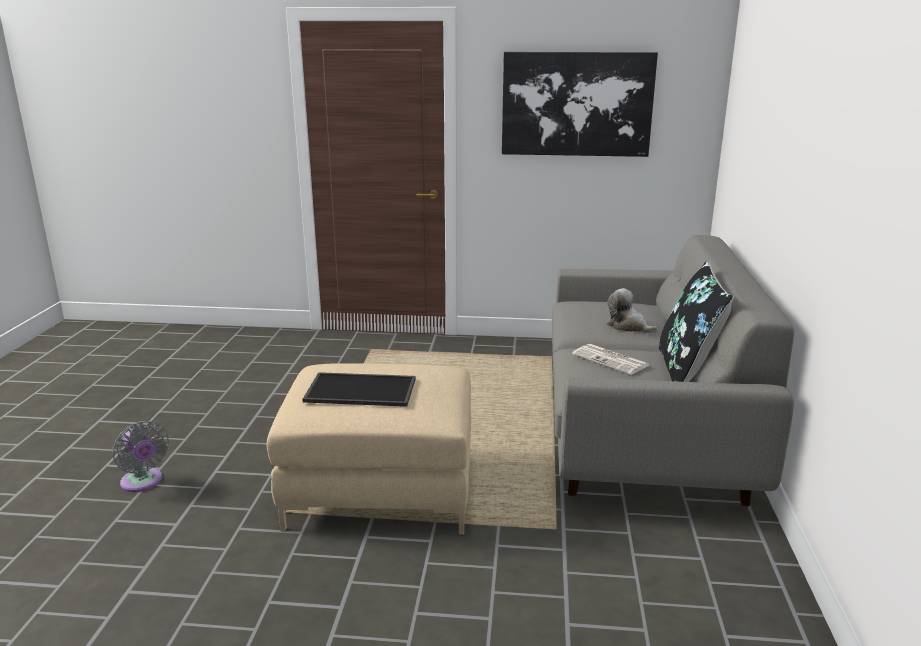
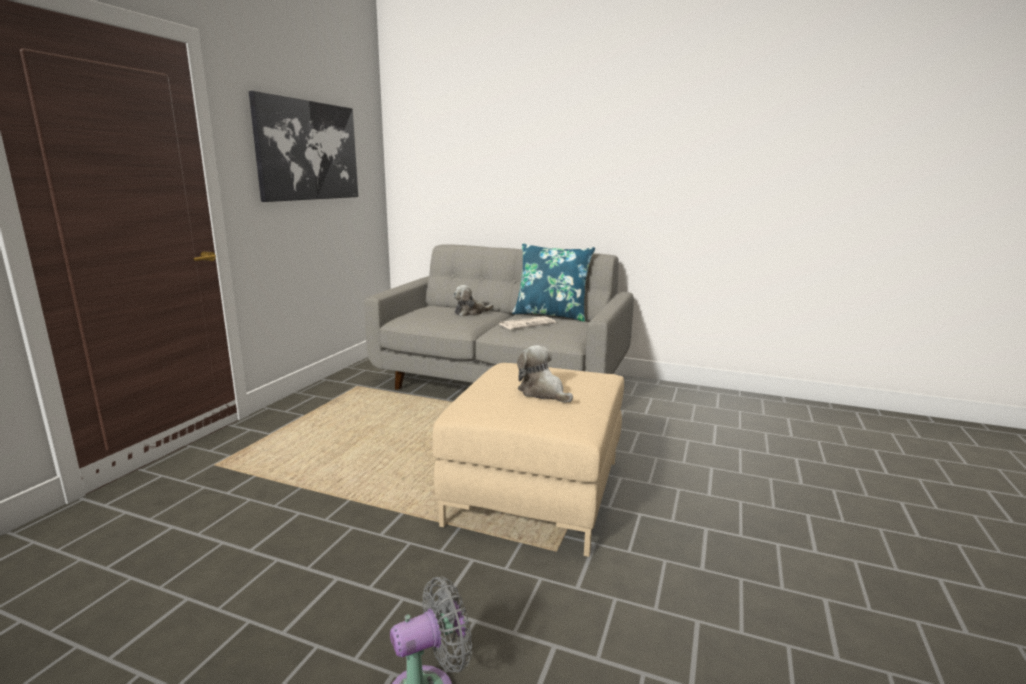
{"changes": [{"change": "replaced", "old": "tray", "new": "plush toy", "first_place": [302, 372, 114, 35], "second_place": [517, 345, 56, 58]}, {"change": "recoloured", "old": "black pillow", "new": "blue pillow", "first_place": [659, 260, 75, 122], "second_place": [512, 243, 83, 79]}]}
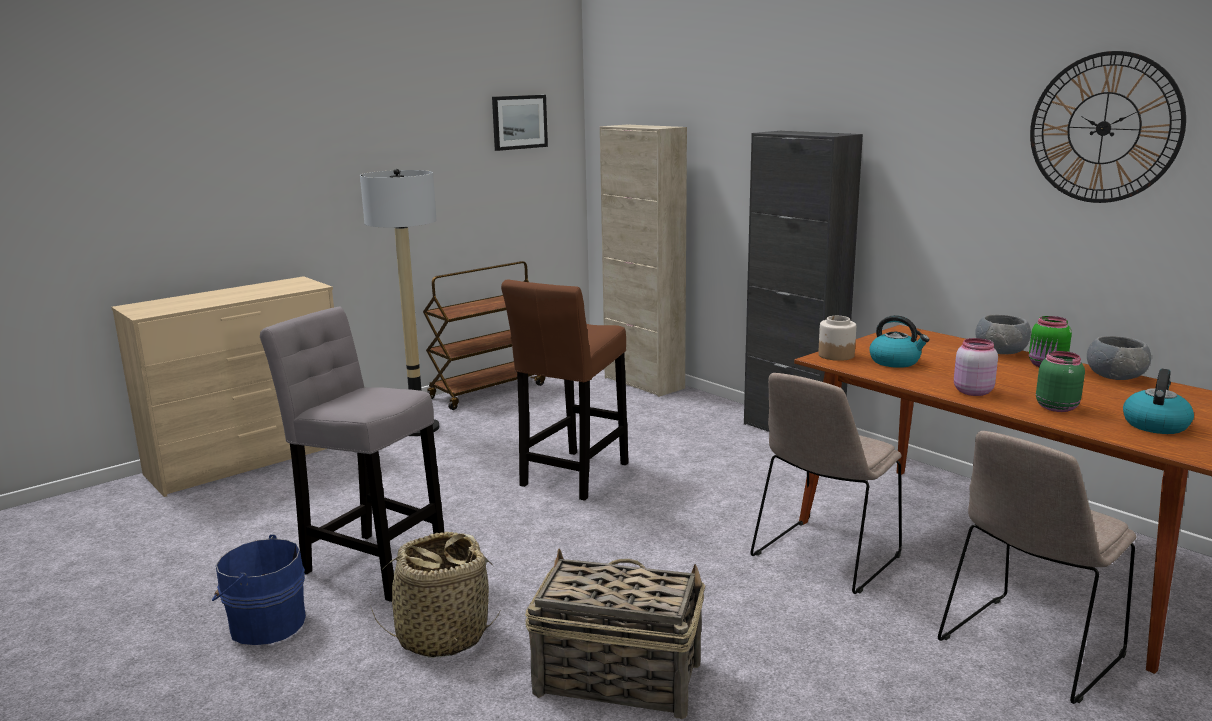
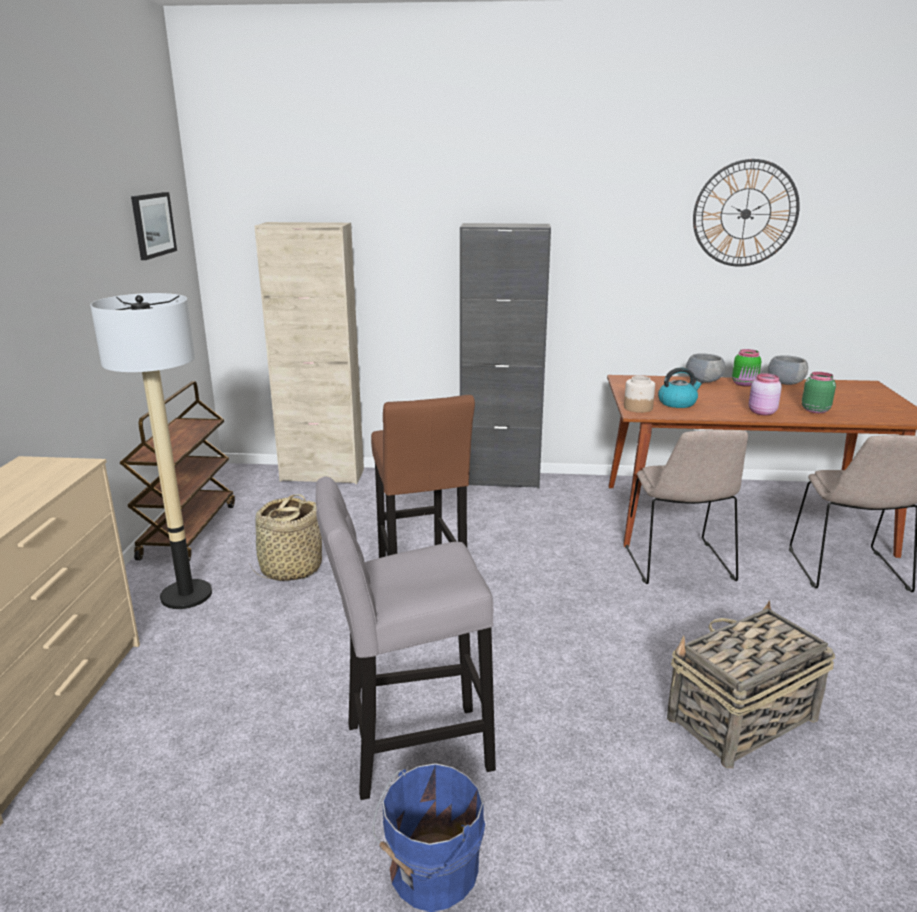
{"changes": [{"change": "moved", "old": "basket", "first_place": [370, 532, 130, 126], "second_place": [249, 494, 73, 87]}, {"change": "removed", "old": "kettle", "first_place": [1123, 369, 71, 65]}]}
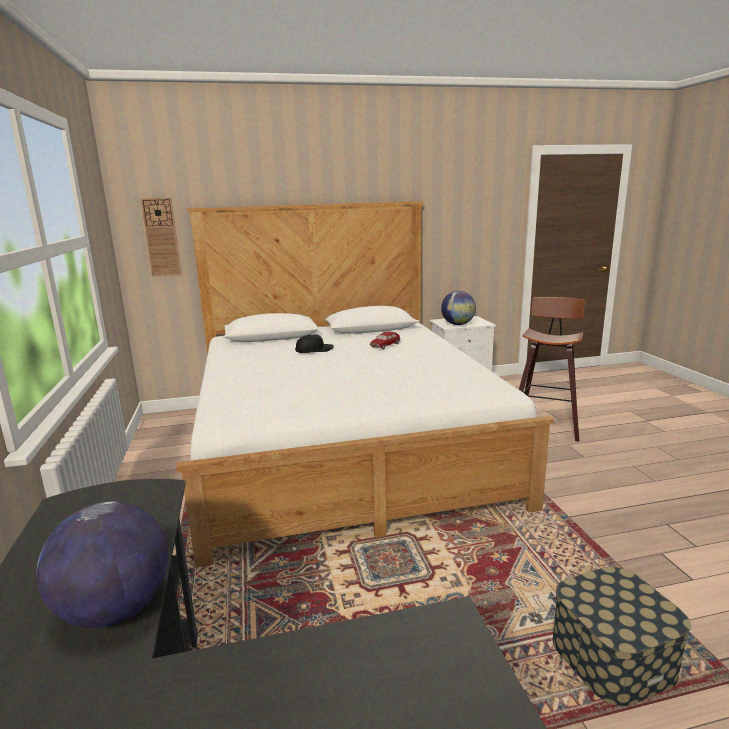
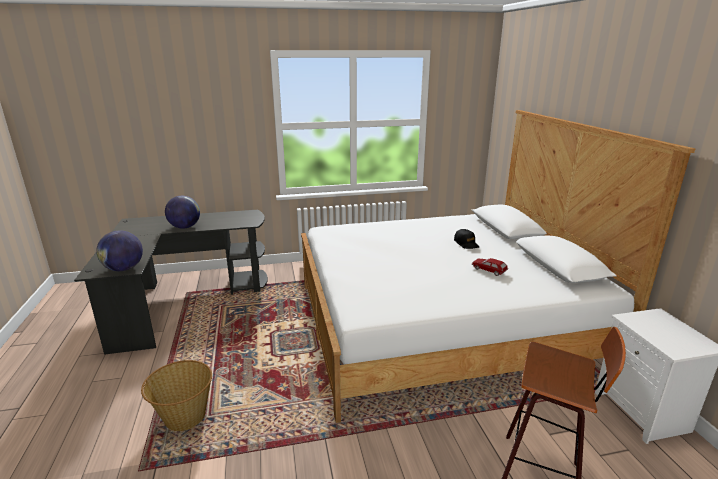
{"changes": [{"change": "removed", "old": "wall clock", "first_place": [141, 197, 41, 80]}, {"change": "moved", "old": "globe", "first_place": [441, 291, 35, 34], "second_place": [96, 231, 47, 40]}, {"change": "replaced", "old": "storage box", "new": "basket", "first_place": [553, 567, 138, 139], "second_place": [141, 360, 71, 71]}]}
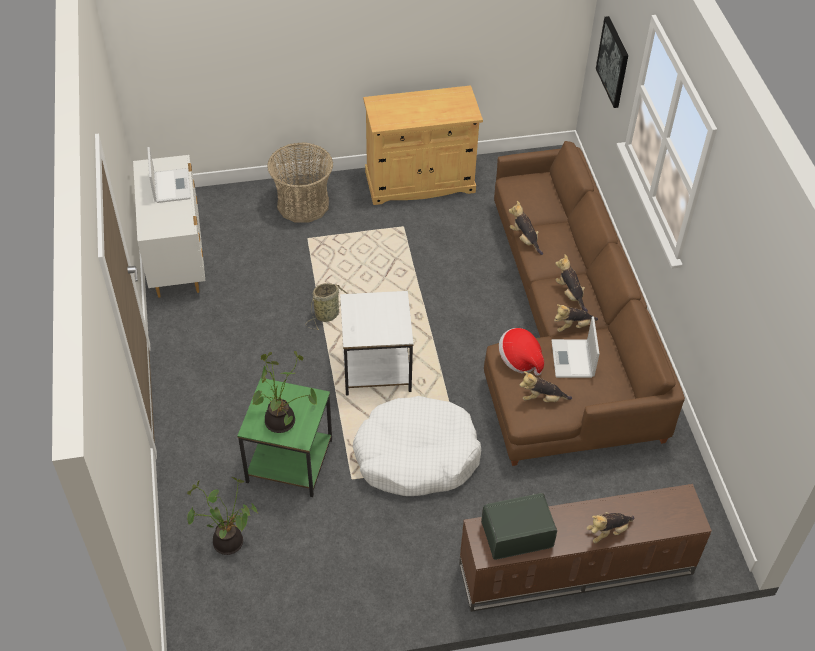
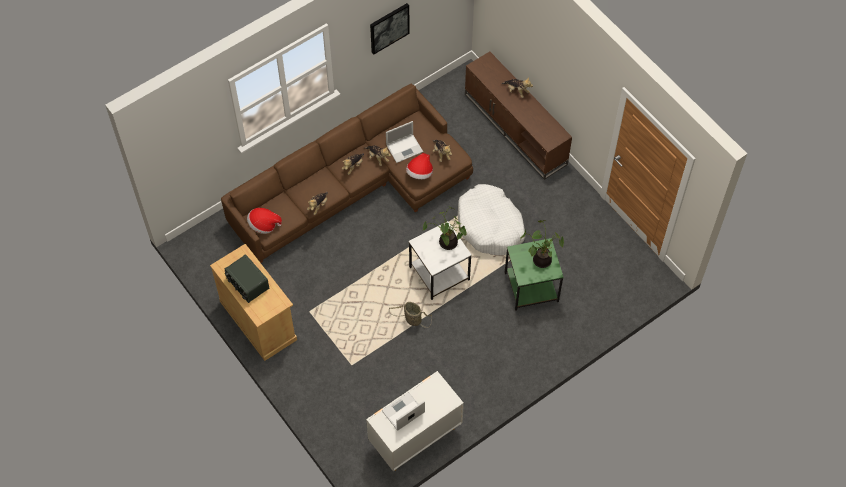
{"changes": [{"change": "moved", "old": "potted plant", "first_place": [187, 477, 71, 78], "second_place": [423, 206, 44, 44]}, {"change": "removed", "old": "basket", "first_place": [267, 143, 66, 80]}, {"change": "moved", "old": "radio", "first_place": [481, 493, 76, 67], "second_place": [225, 254, 44, 49]}, {"change": "moved", "old": "picture", "first_place": [596, 16, 32, 92], "second_place": [370, 3, 40, 52]}, {"change": "added", "new": "hat", "second_place": [247, 208, 35, 26]}]}
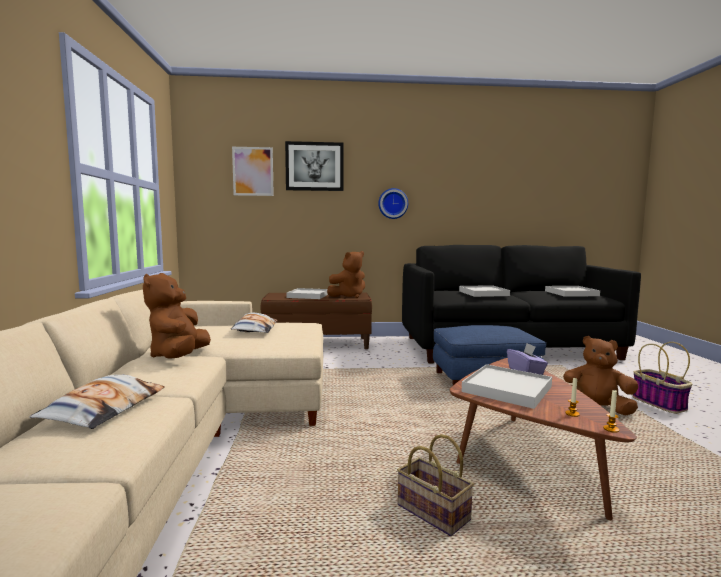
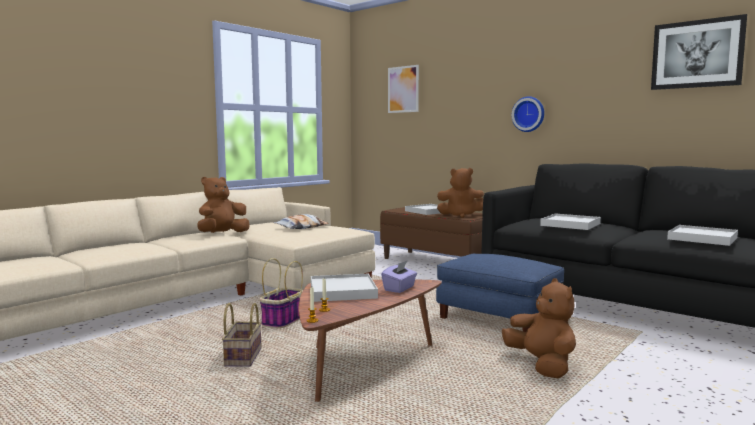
{"changes": [{"change": "removed", "old": "pillow", "first_place": [29, 375, 136, 54]}, {"change": "moved", "old": "picture", "first_place": [285, 141, 58, 50], "second_place": [651, 14, 96, 76]}, {"change": "moved", "old": "basket", "first_place": [633, 342, 60, 71], "second_place": [260, 258, 43, 70]}]}
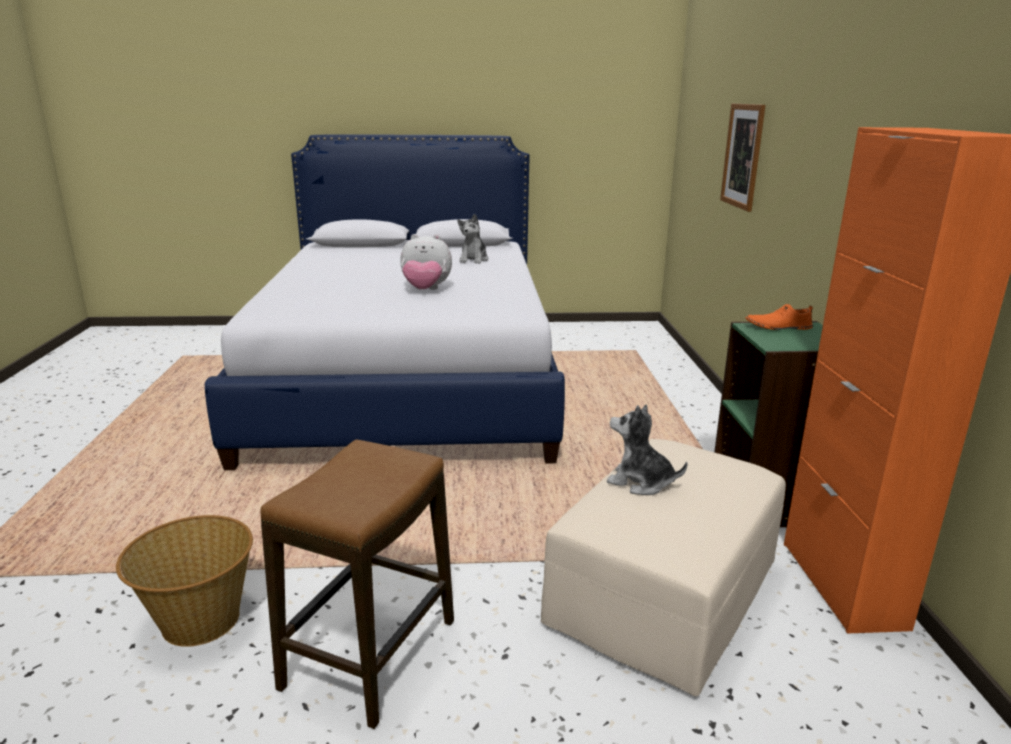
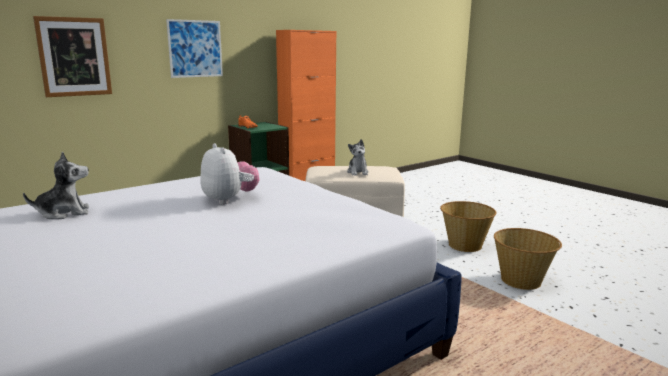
{"changes": [{"change": "replaced", "old": "stool", "new": "basket", "first_place": [260, 439, 194, 290], "second_place": [440, 201, 56, 51]}, {"change": "added", "new": "picture", "second_place": [166, 19, 57, 59]}]}
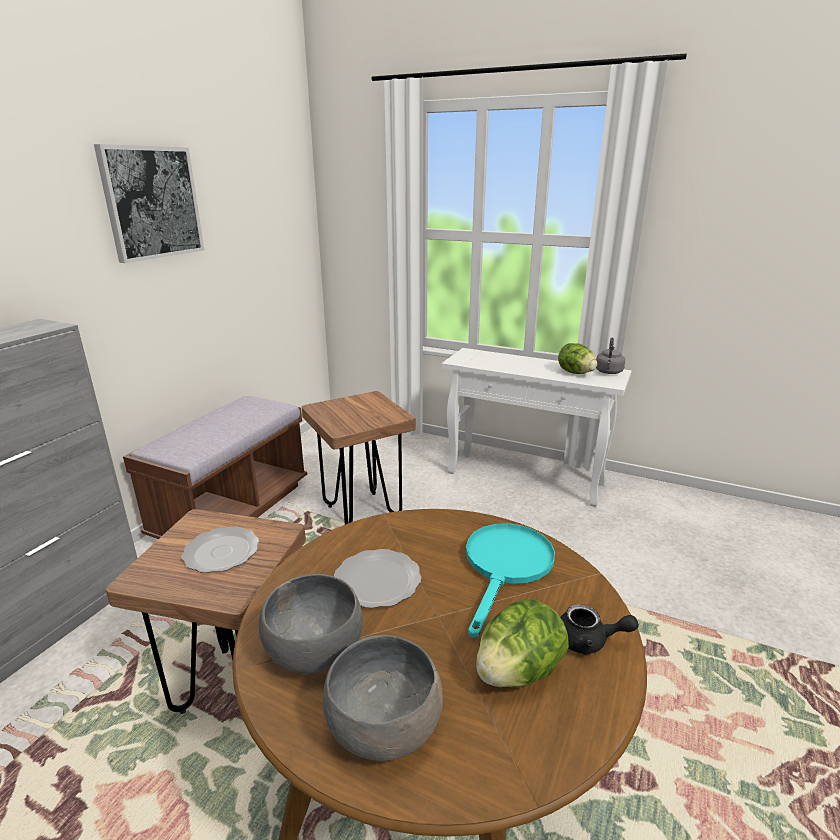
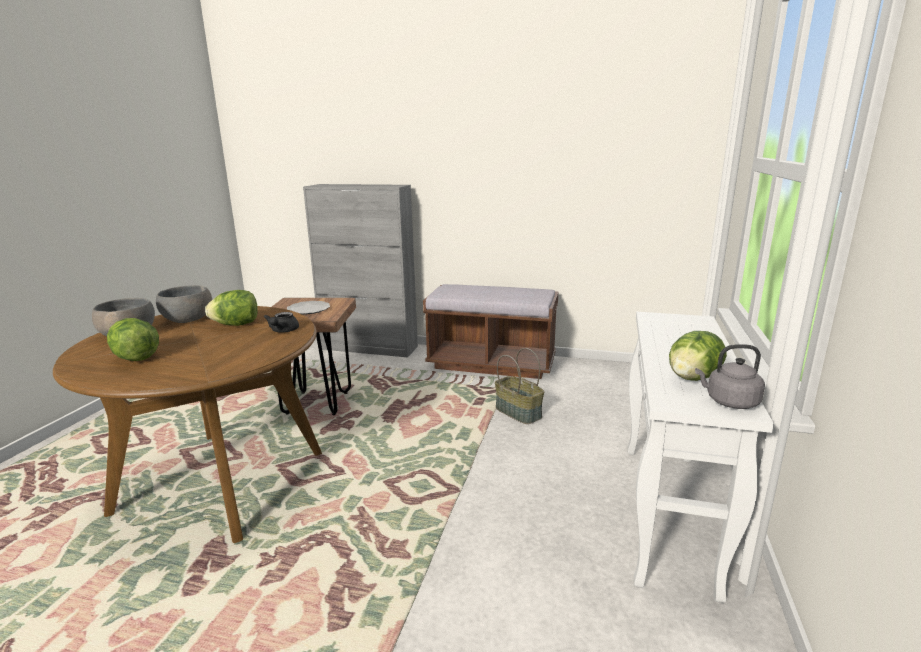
{"changes": [{"change": "removed", "old": "picture", "first_place": [94, 144, 110, 119]}, {"change": "replaced", "old": "brown stool", "new": "basket", "first_place": [302, 391, 114, 134], "second_place": [495, 348, 49, 76]}, {"change": "replaced", "old": "plate", "new": "lettuce", "first_place": [334, 549, 88, 59], "second_place": [205, 290, 53, 36]}, {"change": "removed", "old": "turquoise frying pan", "first_place": [466, 523, 89, 115]}, {"change": "moved", "old": "black teapot", "first_place": [560, 604, 79, 50], "second_place": [264, 312, 35, 21]}]}
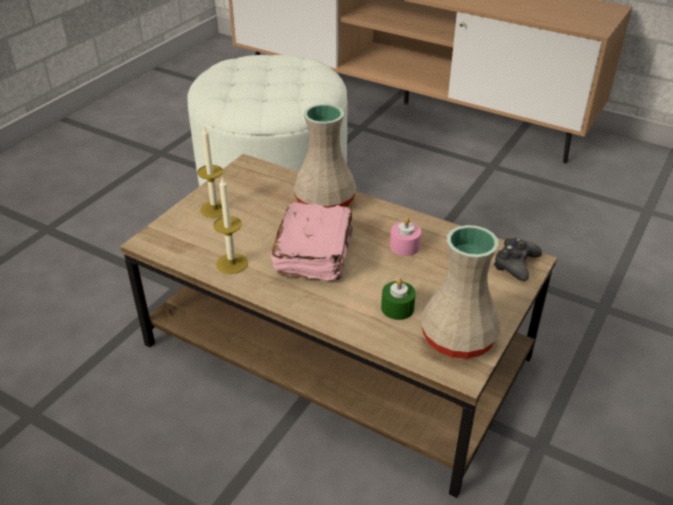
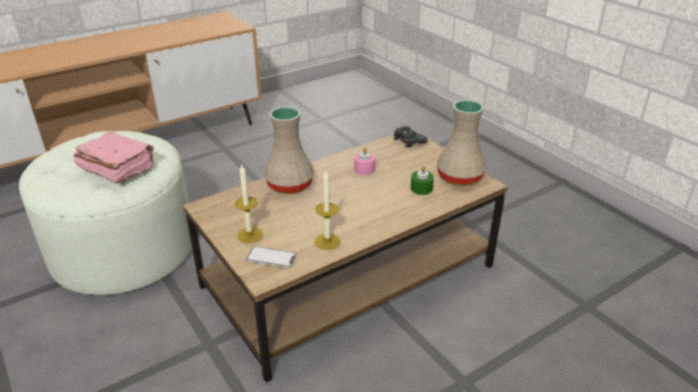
{"changes": [{"change": "moved", "old": "pink book", "first_place": [271, 202, 82, 80], "second_place": [73, 132, 81, 52]}, {"change": "added", "new": "phone", "second_place": [246, 246, 51, 22]}]}
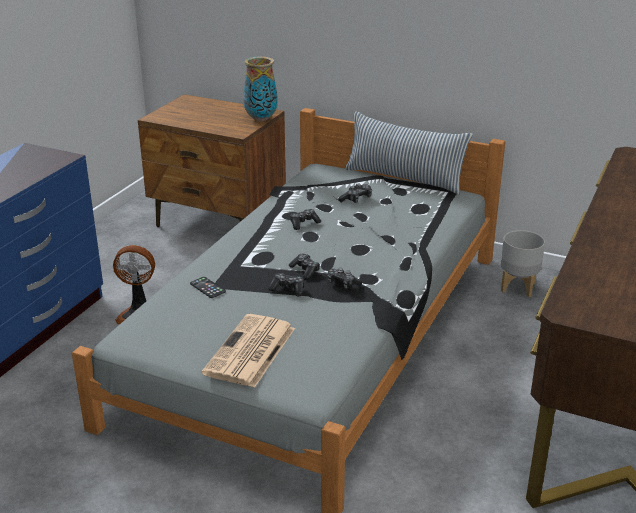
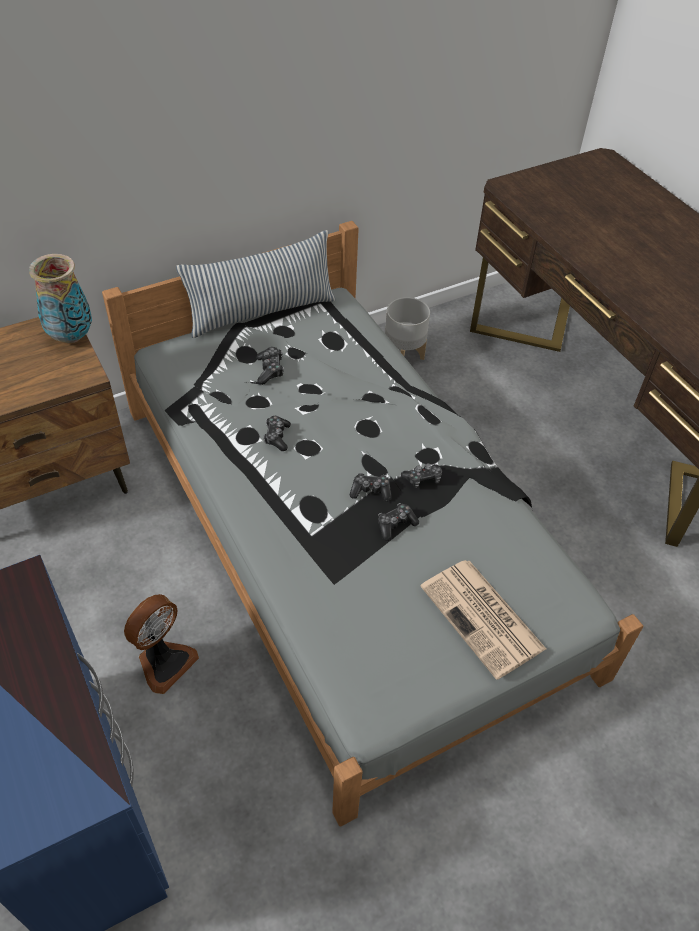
{"changes": [{"change": "removed", "old": "phone", "first_place": [190, 277, 36, 21]}]}
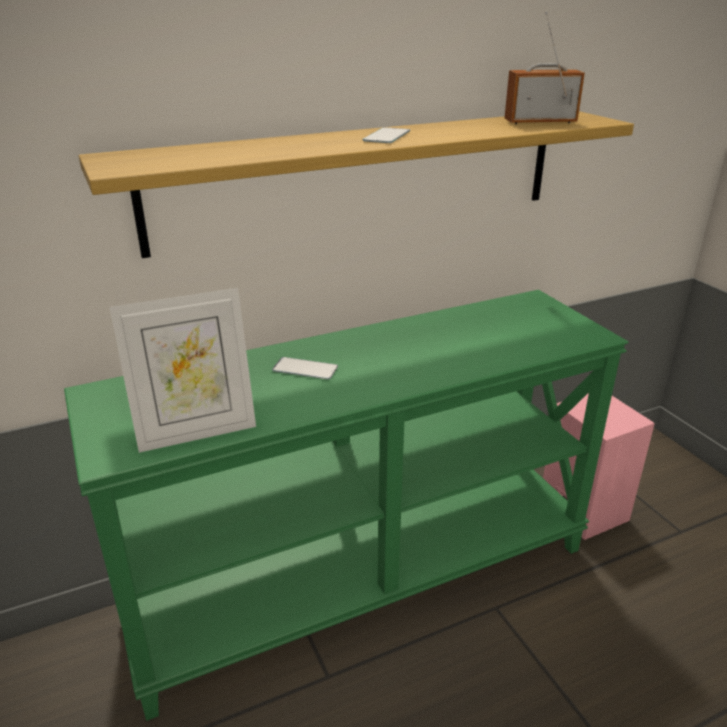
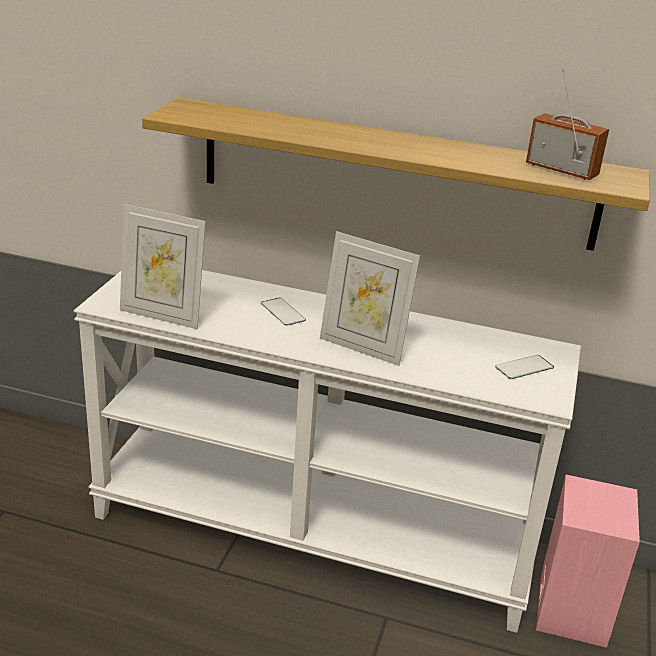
{"changes": [{"change": "recoloured", "old": "green console table", "new": "white console table", "first_place": [64, 290, 565, 431], "second_place": [74, 270, 507, 363]}, {"change": "moved", "old": "phone", "first_place": [362, 127, 48, 16], "second_place": [495, 355, 59, 24]}, {"change": "added", "new": "picture frame", "second_place": [320, 231, 100, 135]}]}
